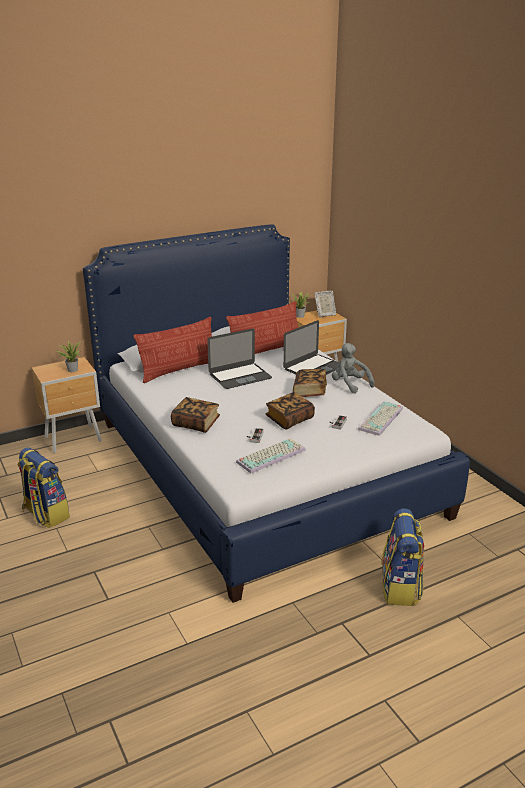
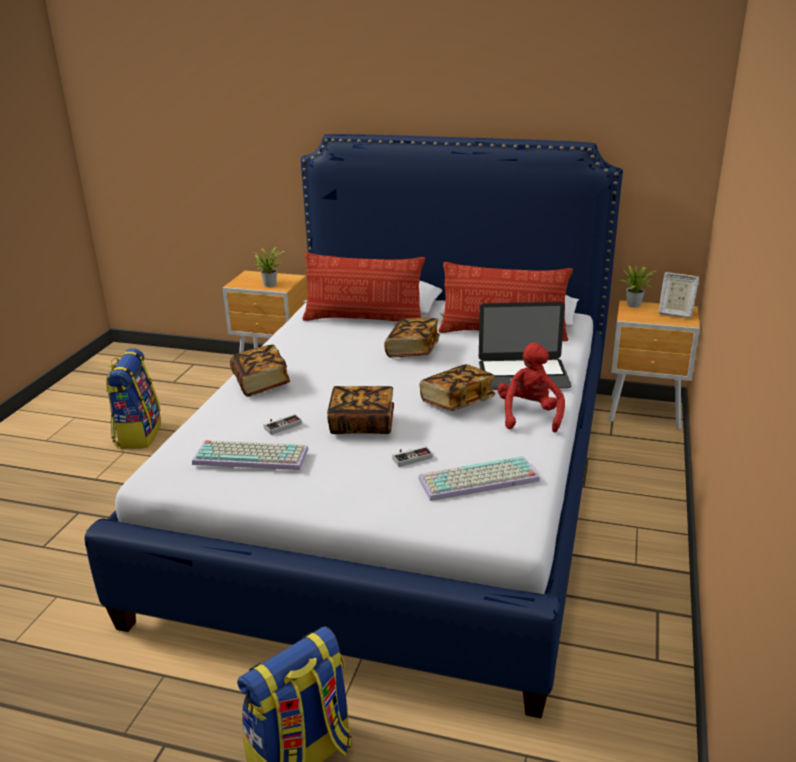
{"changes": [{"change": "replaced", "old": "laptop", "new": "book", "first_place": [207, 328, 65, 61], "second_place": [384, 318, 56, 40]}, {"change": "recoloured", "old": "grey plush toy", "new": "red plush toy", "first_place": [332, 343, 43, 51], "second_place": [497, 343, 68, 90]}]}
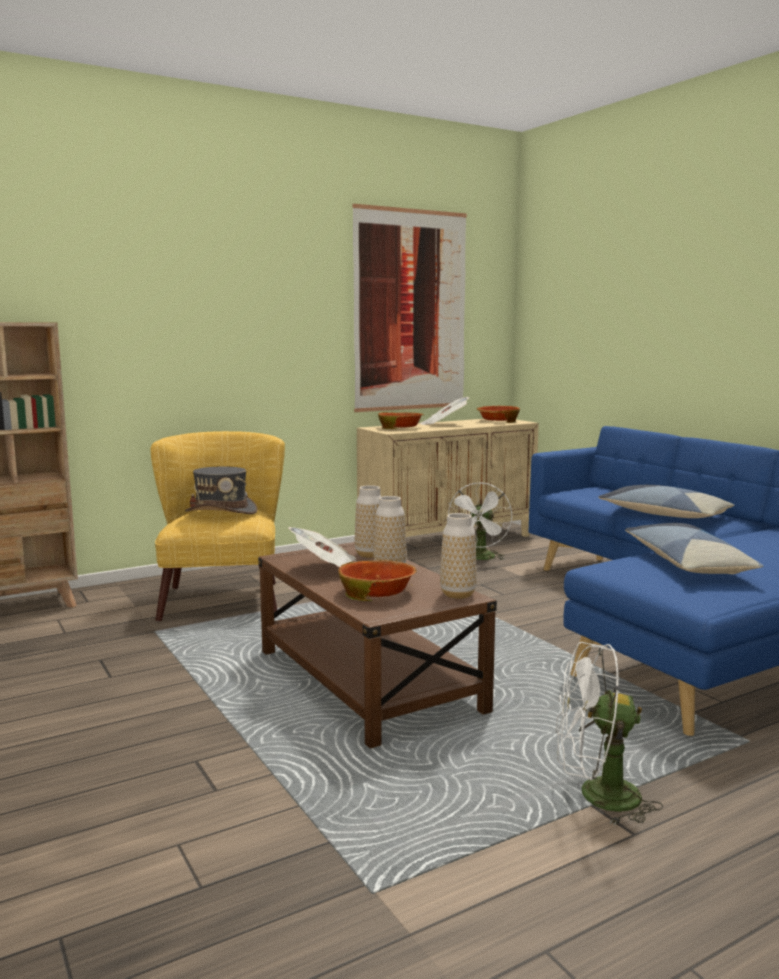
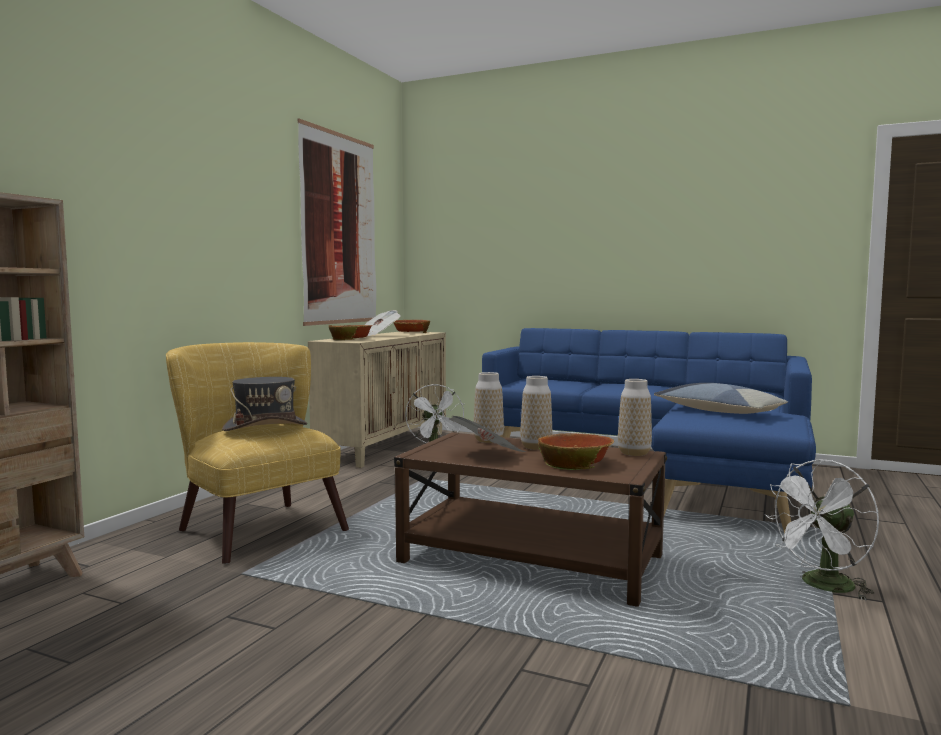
{"changes": [{"change": "removed", "old": "pillow", "first_place": [598, 485, 136, 33]}]}
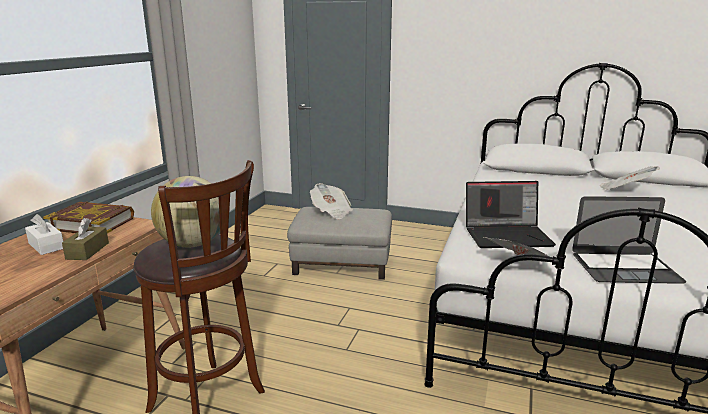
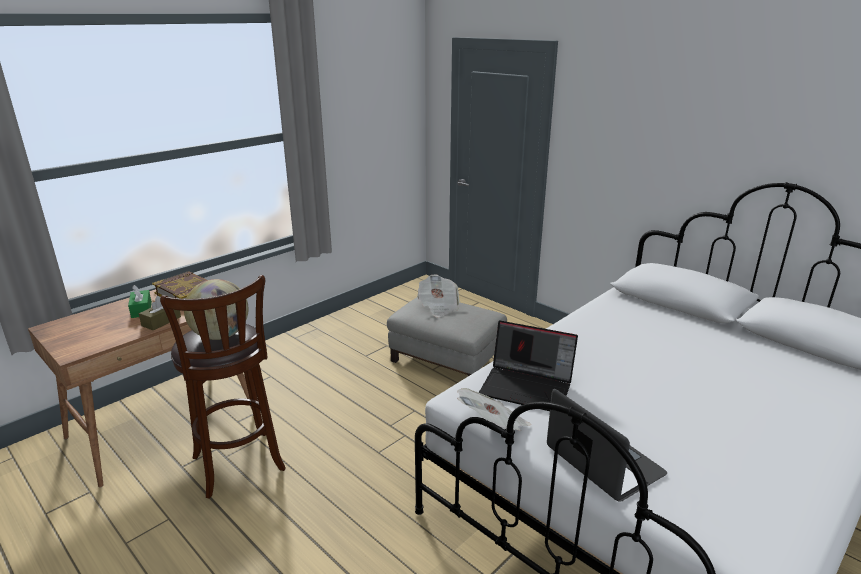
{"changes": [{"change": "recoloured", "old": "white tissue box", "new": "green tissue box", "first_place": [25, 214, 38, 41], "second_place": [128, 285, 24, 33]}, {"change": "turned", "old": "laptop", "first_place": [572, 196, 114, 88], "second_place": [547, 389, 120, 113], "degrees": -150}, {"change": "removed", "old": "newspaper", "first_place": [599, 166, 61, 24]}]}
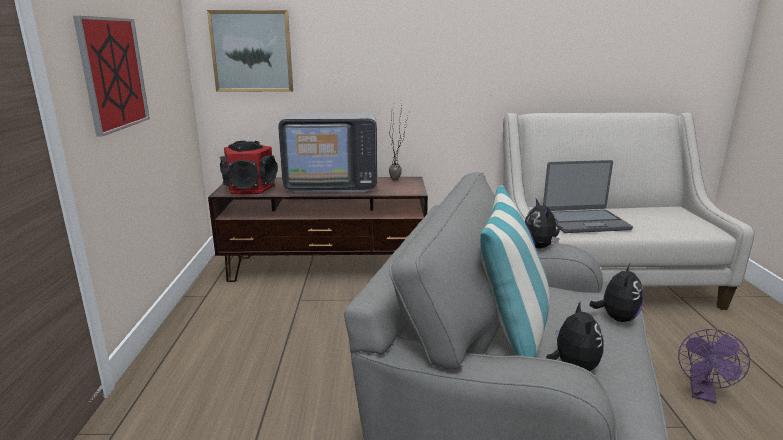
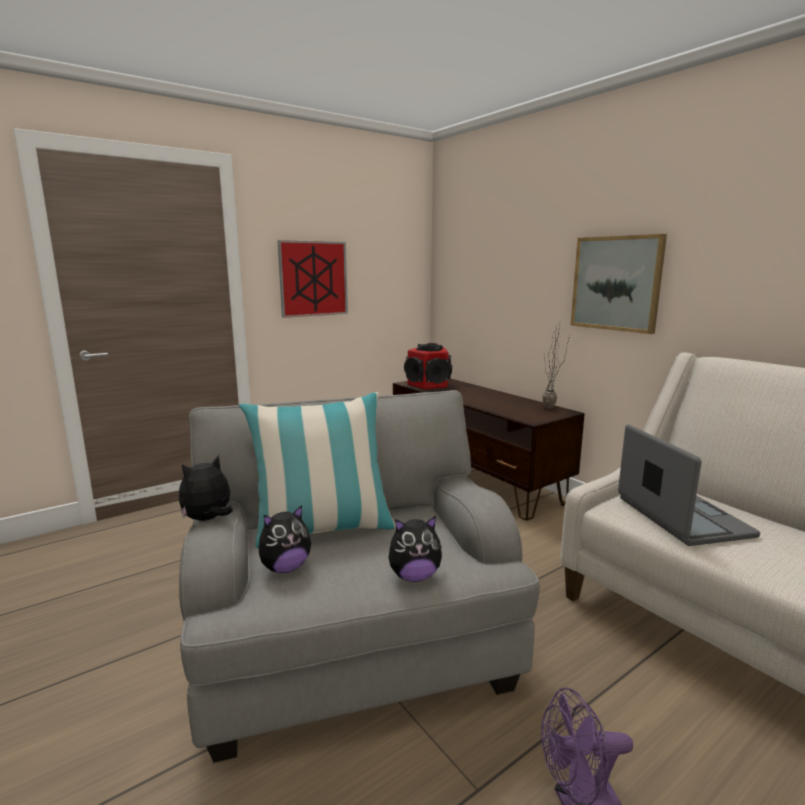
{"changes": [{"change": "moved", "old": "picture", "first_place": [207, 10, 86, 82], "second_place": [570, 234, 97, 100]}, {"change": "removed", "old": "television", "first_place": [278, 114, 99, 79]}, {"change": "moved", "old": "plush toy", "first_place": [525, 199, 35, 50], "second_place": [179, 455, 54, 66]}, {"change": "turned", "old": "laptop", "first_place": [543, 160, 90, 73], "second_place": [618, 424, 142, 122], "degrees": -150}]}
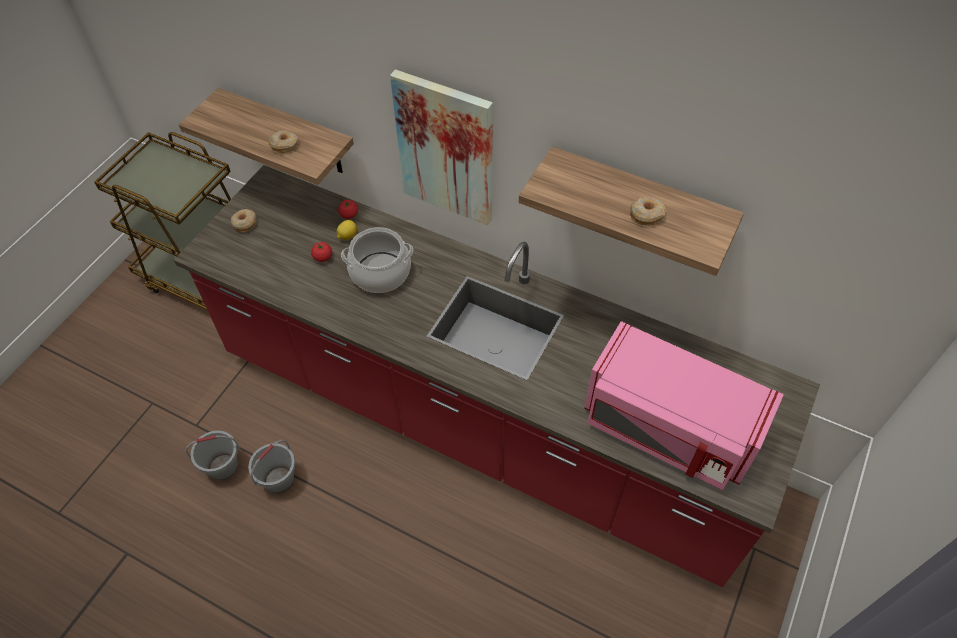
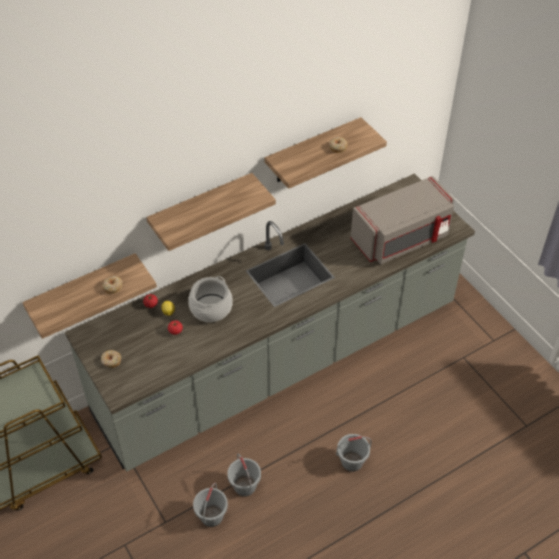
{"changes": [{"change": "recoloured", "old": "red counter", "new": "grey counter", "first_place": [174, 165, 646, 422], "second_place": [65, 173, 410, 299]}, {"change": "replaced", "old": "picture", "new": "shelf", "first_place": [390, 69, 103, 156], "second_place": [146, 173, 130, 78]}, {"change": "recoloured", "old": "pink microwave", "new": "grey microwave", "first_place": [584, 321, 200, 169], "second_place": [351, 176, 103, 88]}, {"change": "added", "new": "grey bucket", "second_place": [336, 434, 35, 38]}]}
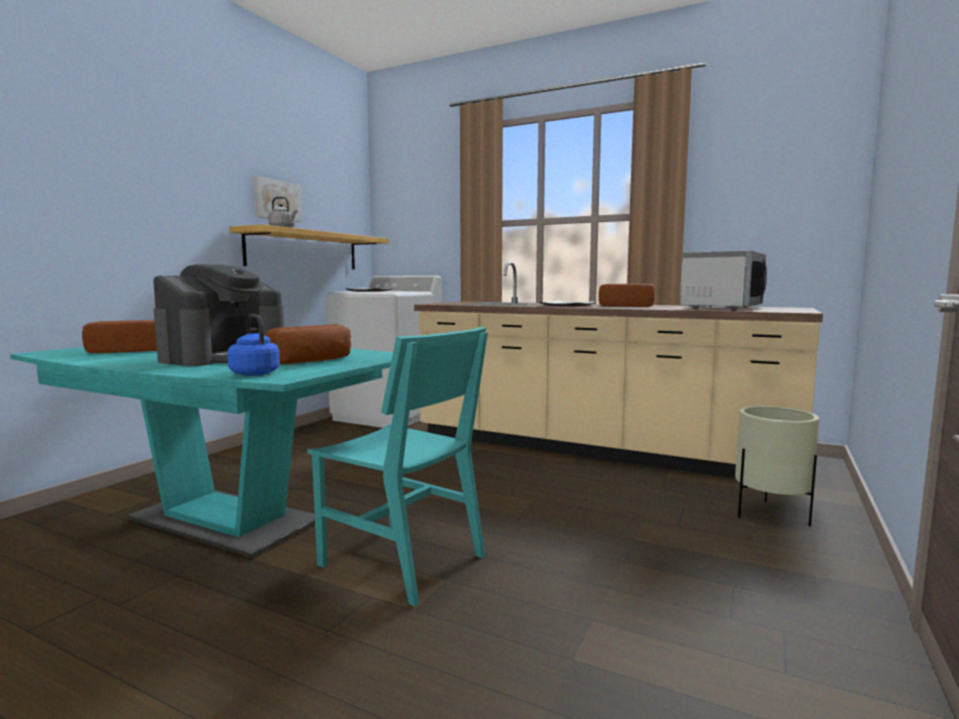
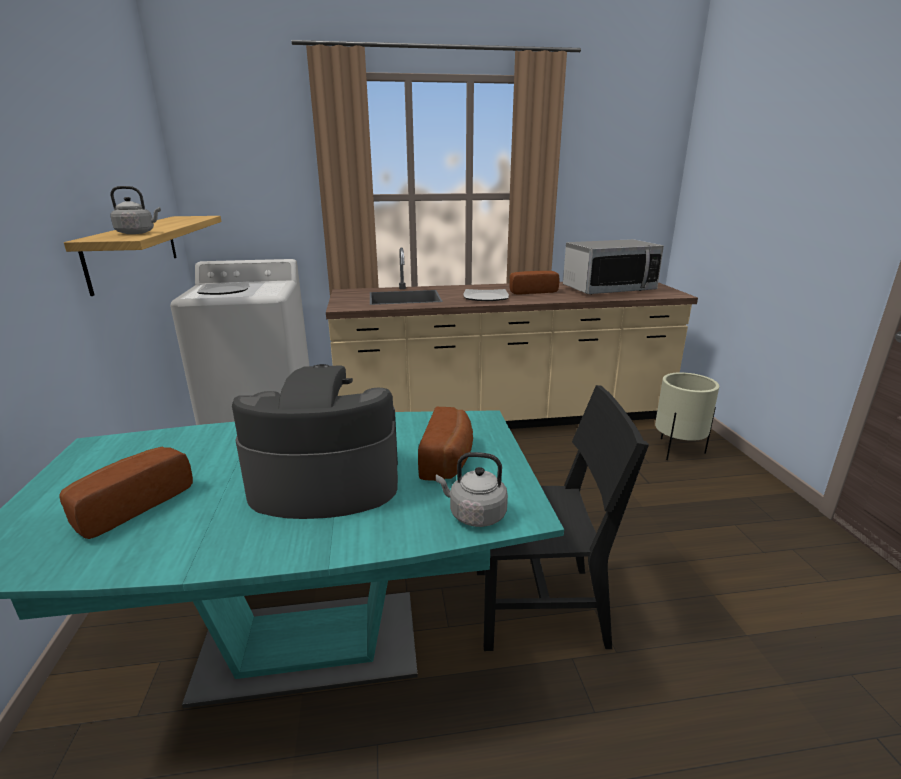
{"changes": [{"change": "turned", "old": "coffee machine", "first_place": [153, 264, 131, 102], "second_place": [232, 364, 166, 155], "degrees": -90}, {"change": "recoloured", "old": "blue kettle", "new": "grey kettle", "first_place": [227, 314, 53, 62], "second_place": [436, 452, 72, 75]}, {"change": "removed", "old": "picture", "first_place": [253, 176, 49, 46]}, {"change": "recoloured", "old": "turquoise chair", "new": "black chair", "first_place": [307, 327, 181, 280], "second_place": [477, 385, 172, 266]}, {"change": "turned", "old": "microwave", "first_place": [680, 251, 87, 59], "second_place": [563, 239, 101, 56], "degrees": 75}]}
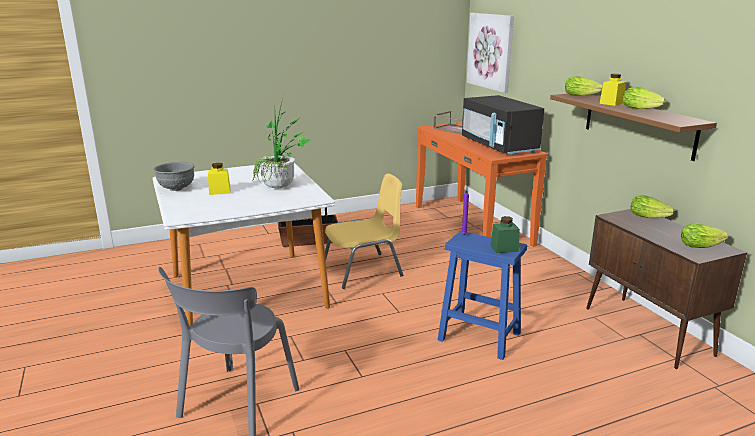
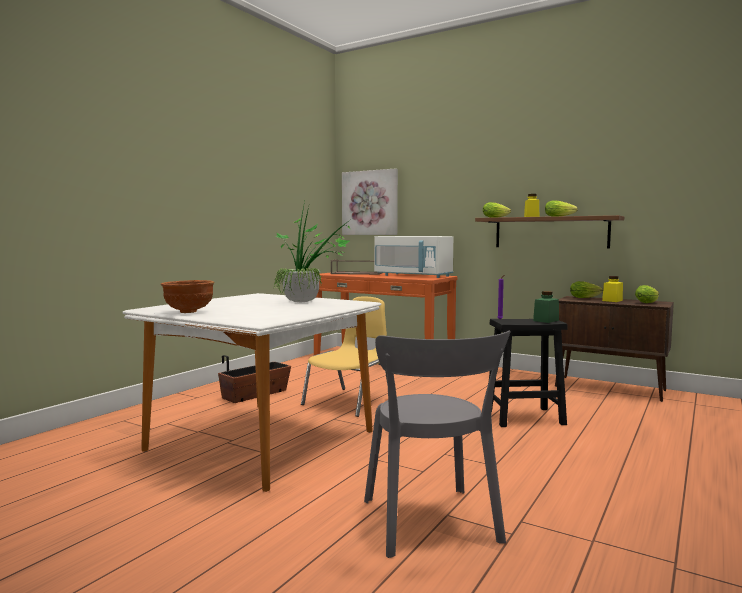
{"changes": [{"change": "recoloured", "old": "grey bowl", "new": "brown bowl", "first_place": [153, 162, 42, 29], "second_place": [161, 280, 54, 33]}, {"change": "moved", "old": "yellow jar", "first_place": [208, 163, 23, 32], "second_place": [602, 276, 21, 26]}, {"change": "recoloured", "old": "blue stool", "new": "black stool", "first_place": [438, 231, 89, 129], "second_place": [489, 319, 78, 108]}, {"change": "recoloured", "old": "black microwave", "new": "white microwave", "first_place": [462, 95, 82, 61], "second_place": [374, 236, 79, 42]}]}
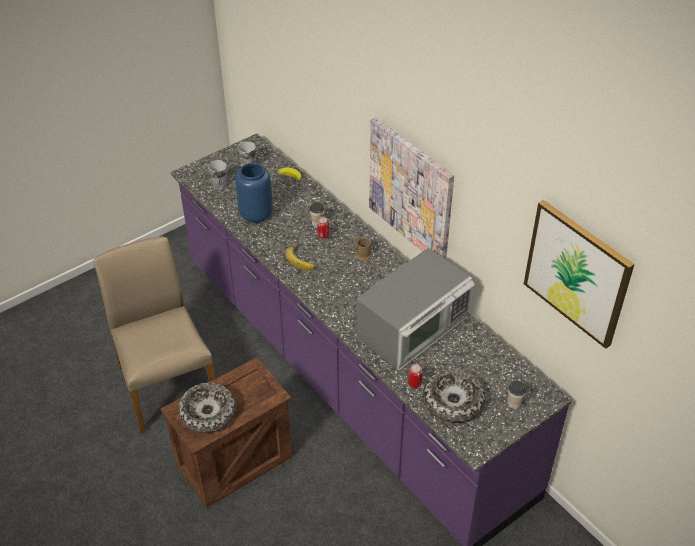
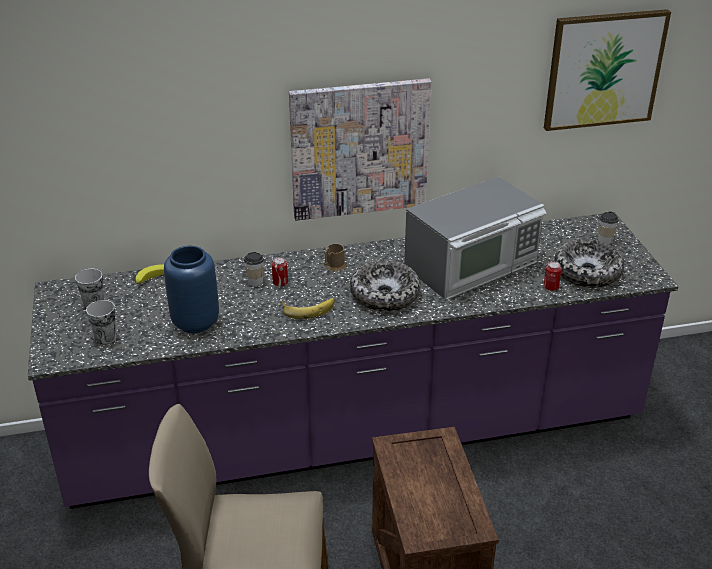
{"changes": [{"change": "moved", "old": "bowl", "first_place": [178, 383, 58, 50], "second_place": [350, 260, 71, 51]}, {"change": "turned", "old": "microwave", "first_place": [357, 248, 118, 122], "second_place": [404, 177, 143, 123], "degrees": 75}]}
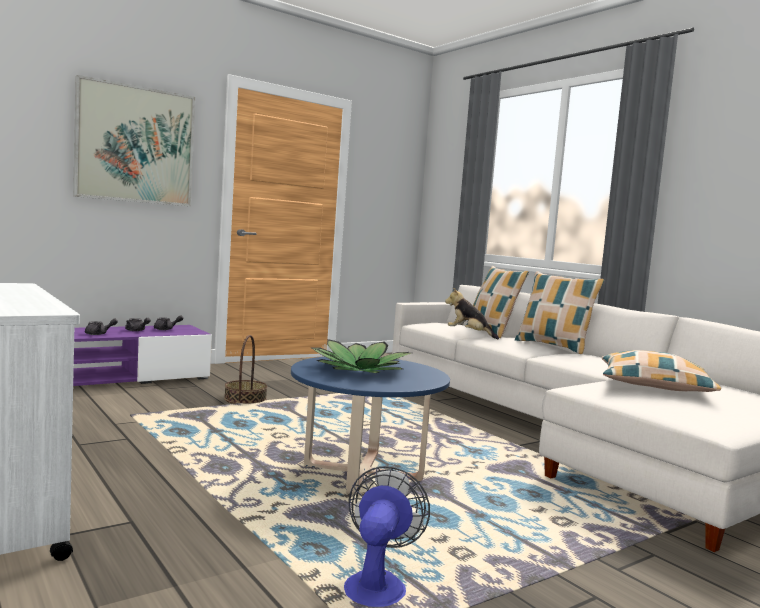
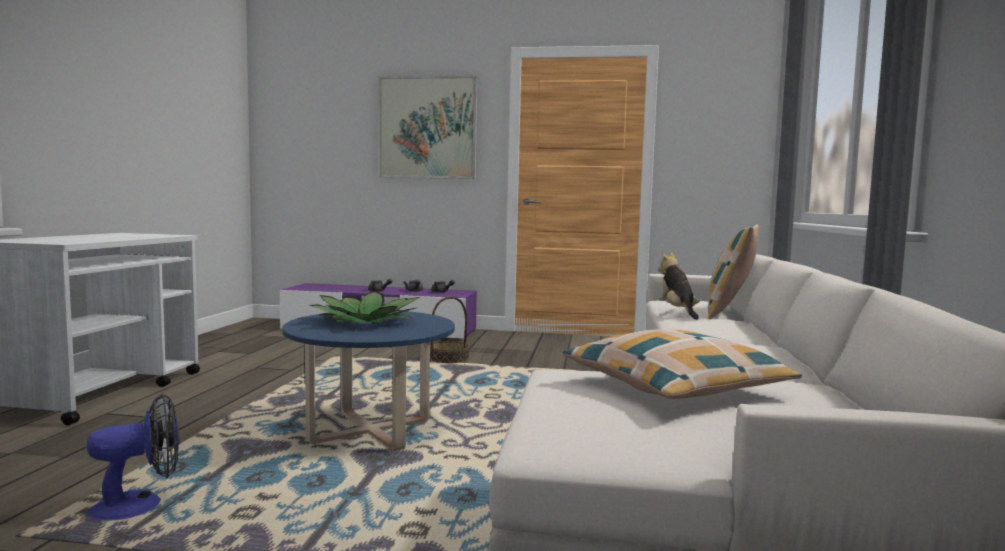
{"changes": [{"change": "removed", "old": "pillow", "first_place": [515, 272, 89, 82]}]}
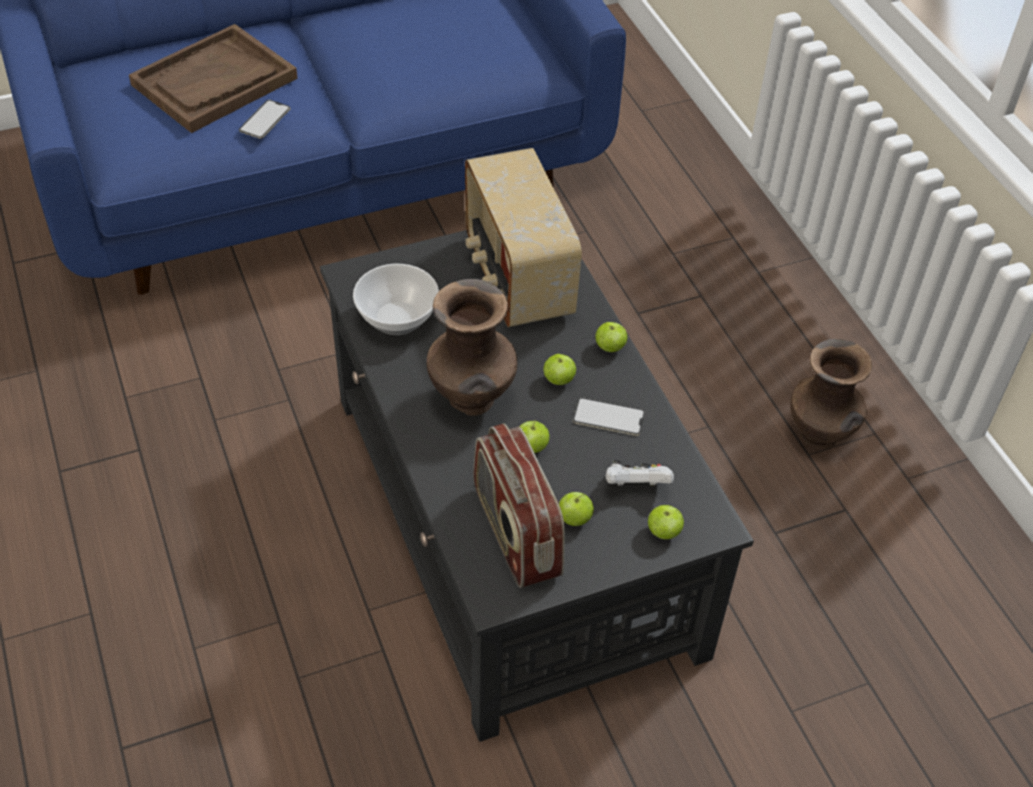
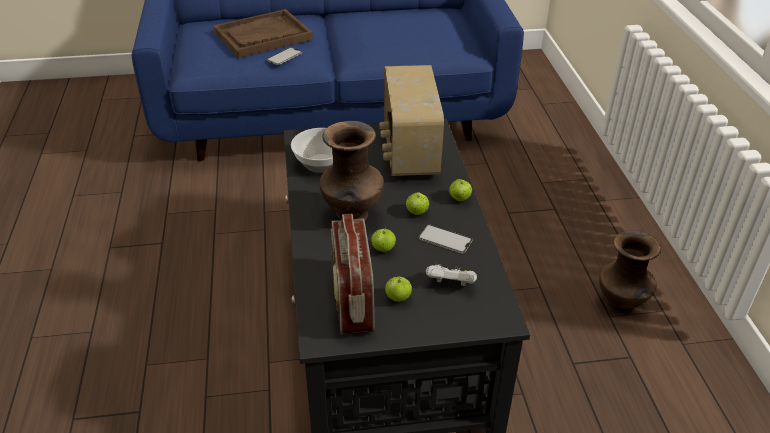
{"changes": [{"change": "removed", "old": "apple", "first_place": [648, 505, 36, 34]}]}
